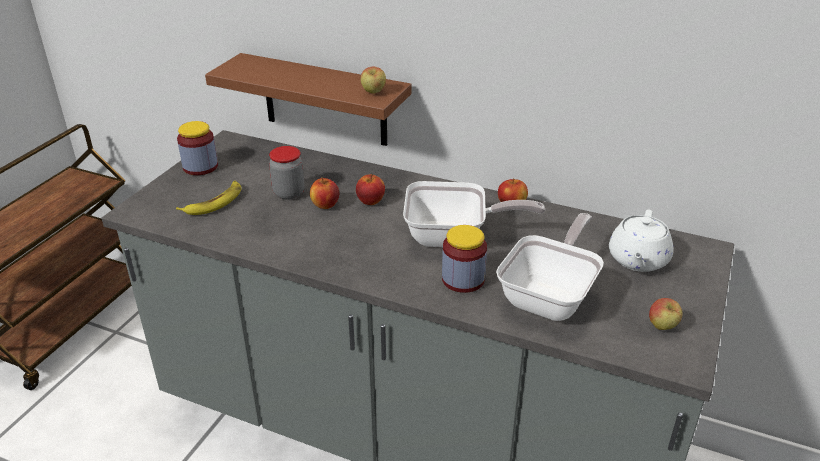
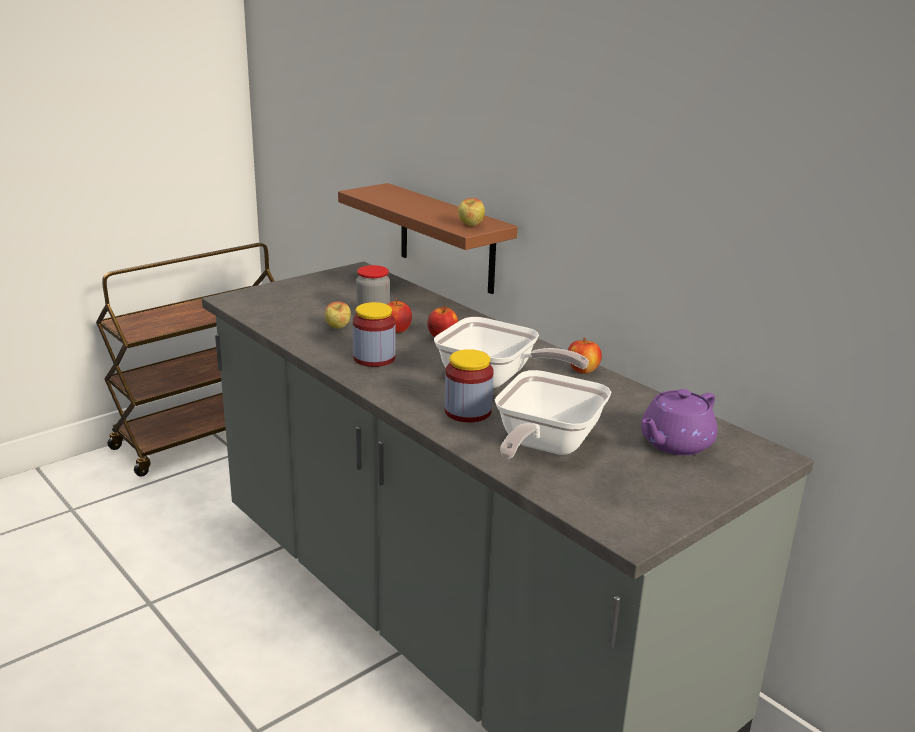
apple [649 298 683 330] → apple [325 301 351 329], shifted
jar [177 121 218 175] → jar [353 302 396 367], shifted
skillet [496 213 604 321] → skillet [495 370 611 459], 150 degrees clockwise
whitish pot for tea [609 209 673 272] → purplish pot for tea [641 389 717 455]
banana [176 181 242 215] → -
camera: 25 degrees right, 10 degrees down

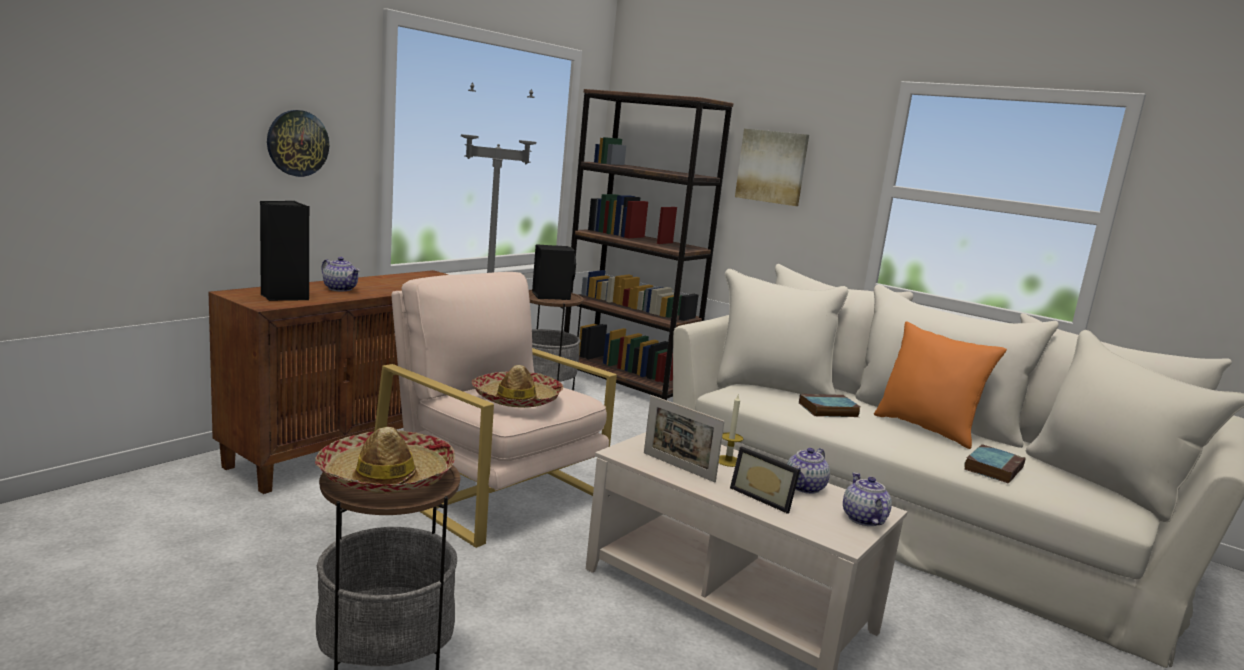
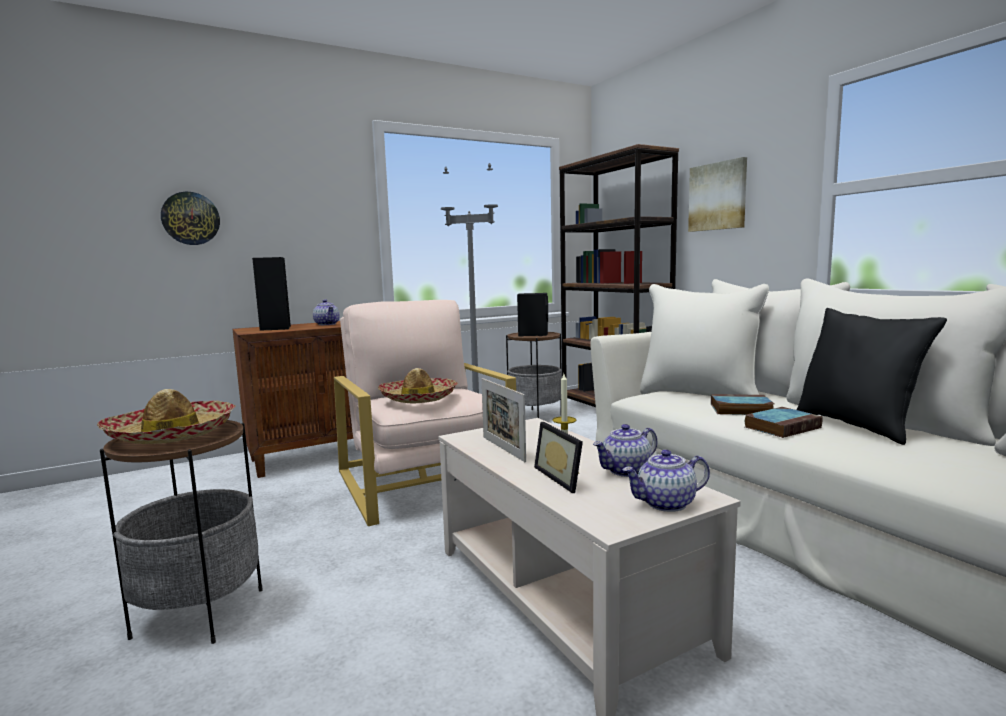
clock on the wall [267 110 329 177] → clock on the wall [161 192 220 245], shifted
pot for tea [843 472 892 526] → pot for tea [622 450 710 512], 120 degrees counterclockwise
volume [964 444 1026 484] → volume [745 407 823 438], shifted
orangey throw pillow [874 321 1007 449] → blackish throw pillow [796 308 947 445]
camera: 25 degrees right, 5 degrees down

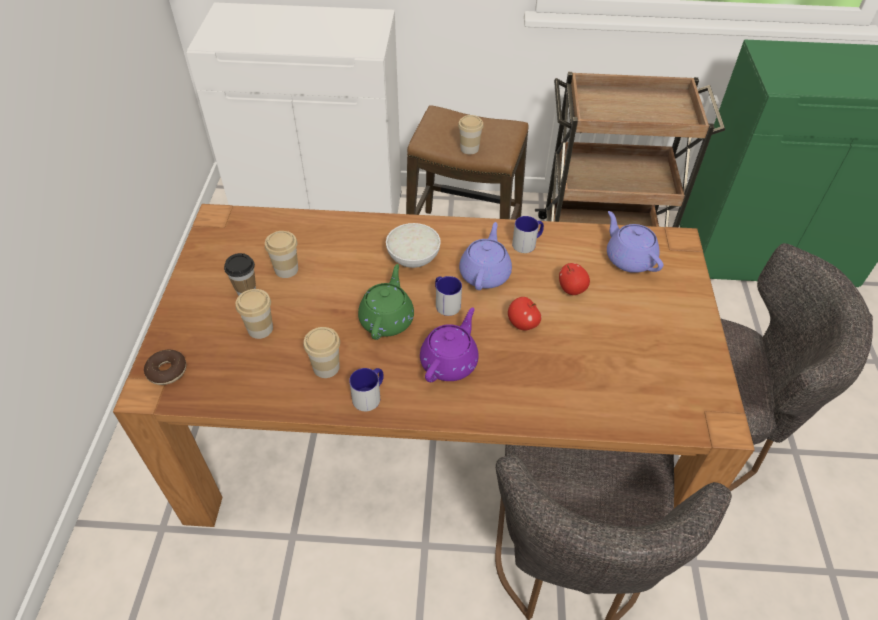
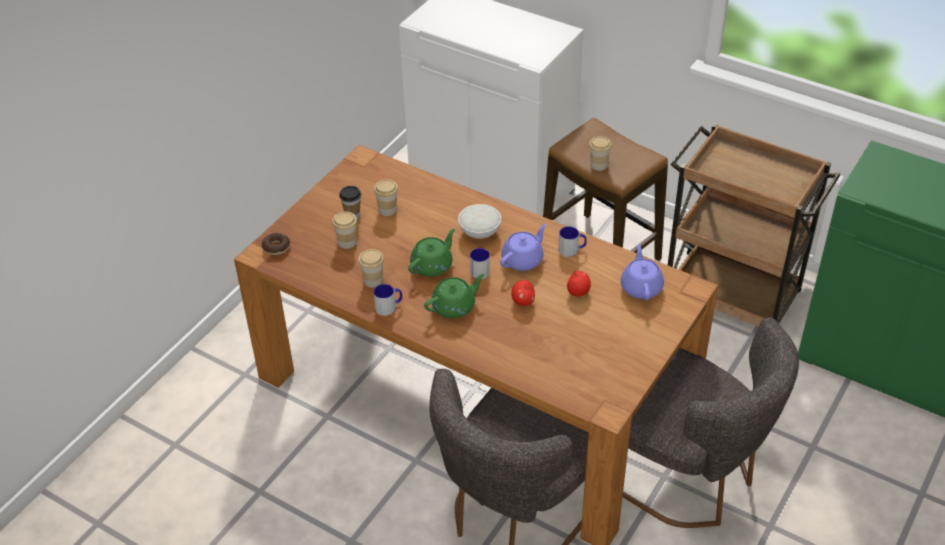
purplish pot for tea [420 308 479 382] → greenish pot for tea [424 274 485 318]
camera: 30 degrees right, 5 degrees down

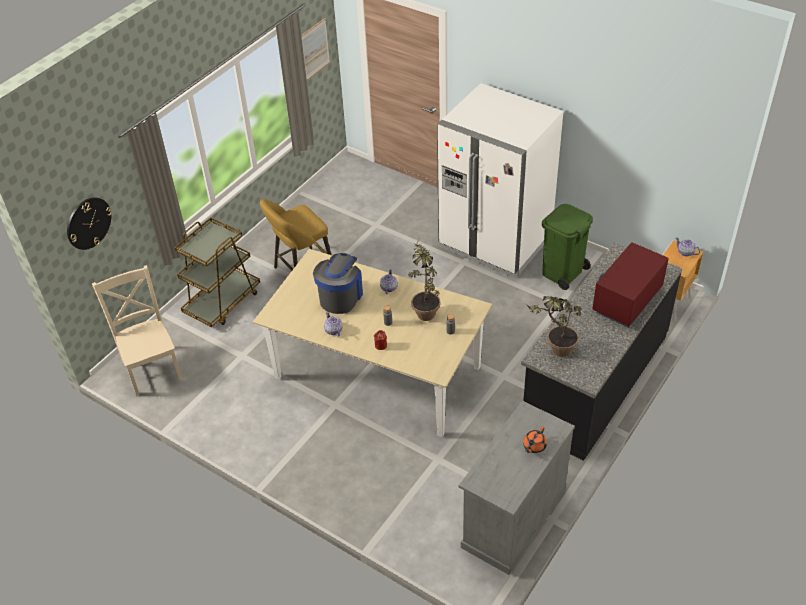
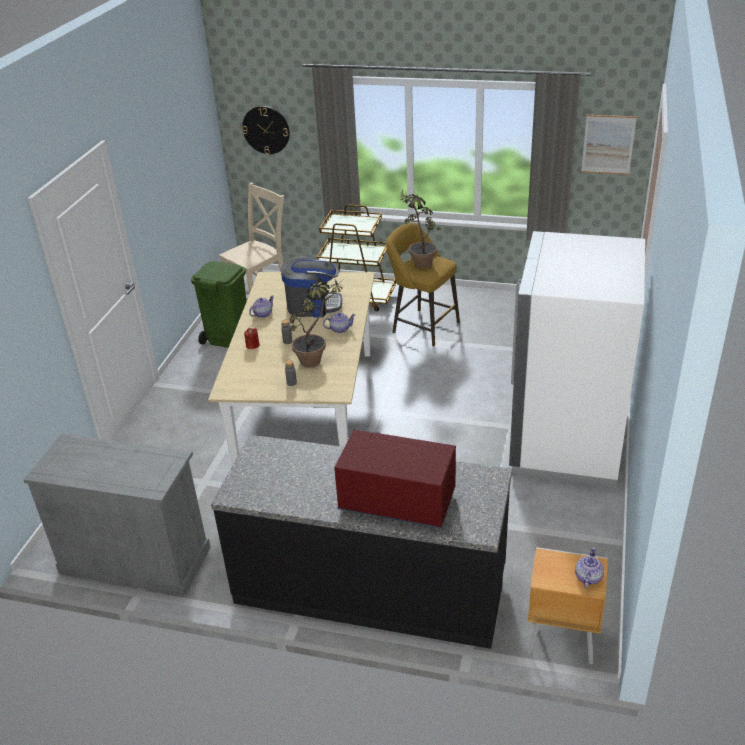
greenish waste bin [542 204 593 290] → greenish waste bin [191 261 247 348], shifted
houseplant [526 296 582 357] → houseplant [400 189 441 269], shifted
orangey pot for tea [523 427 547 453] → -
camera: 70 degrees right, 10 degrees down

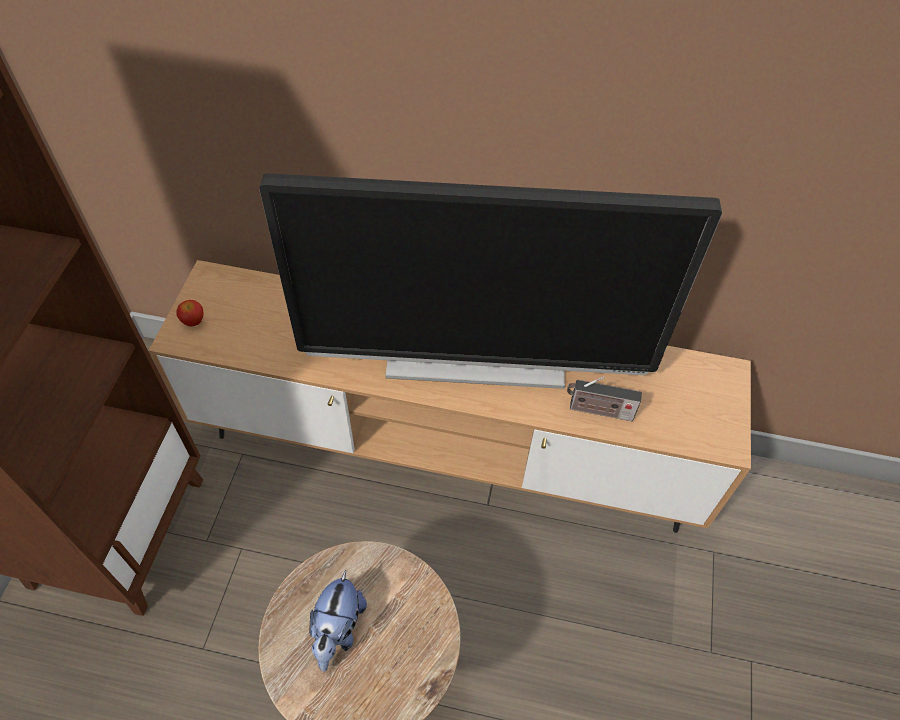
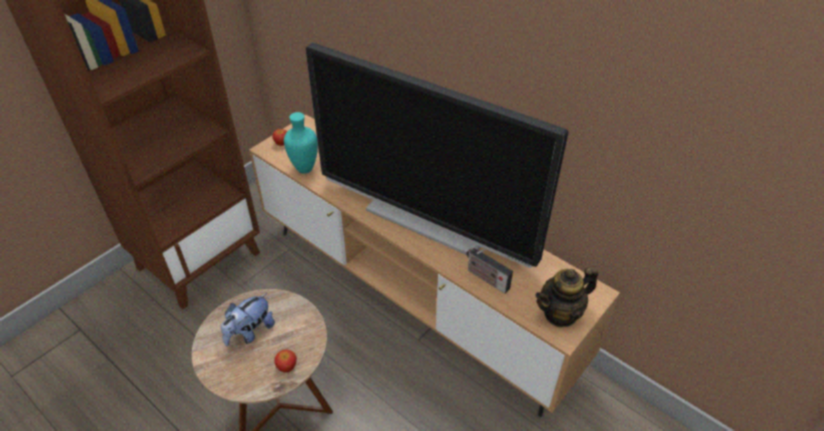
- → apple [274 349 297 372]
- → blue-green flower vase [284 112 318 174]
- → pot for tea [535 266 598 327]
camera: 30 degrees right, 10 degrees down

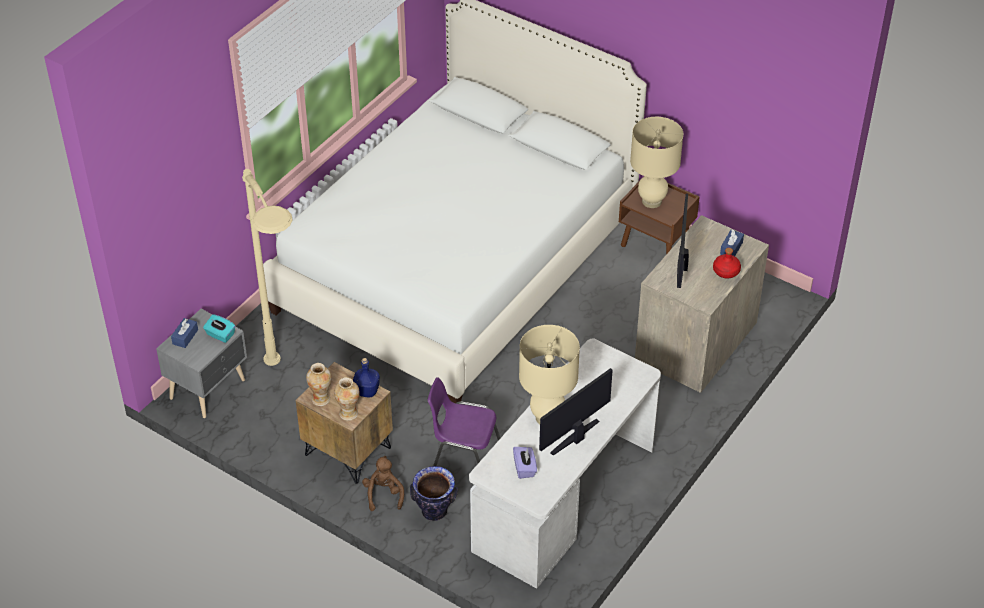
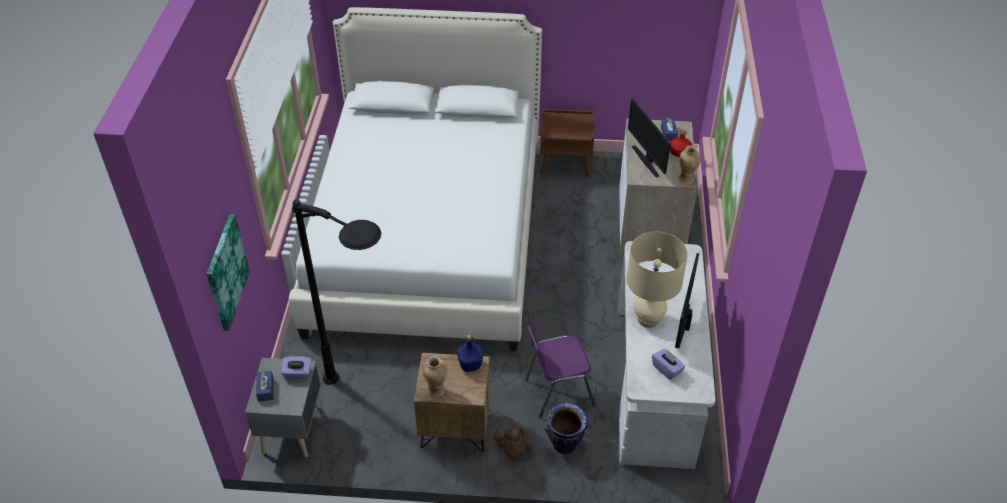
- → wall picture [207 214 250 331]
blue-green tissue holder [203 314 236 343] → purplish tissue holder [281 356 312 379]
beige floor lamp [242 169 293 366] → blackish floor lamp [292 199 381 385]
brown-coloured soft toy [362 456 404 511] → brown-coloured soft toy [493 427 534 459], 150 degrees counterclockwise
flower vase [334 377 360 421] → flower vase [678 145 701 184], shifted
beige lamp for a table [630 117 684 208] → -
camera: 30 degrees left, 0 degrees up

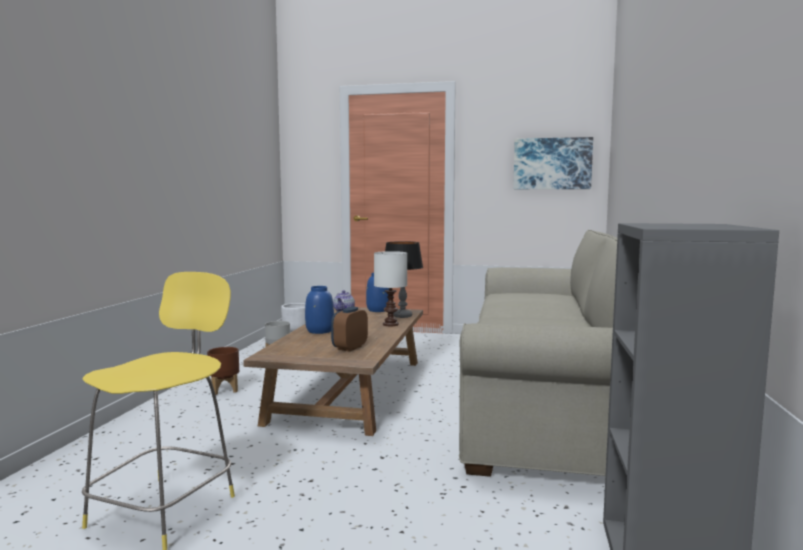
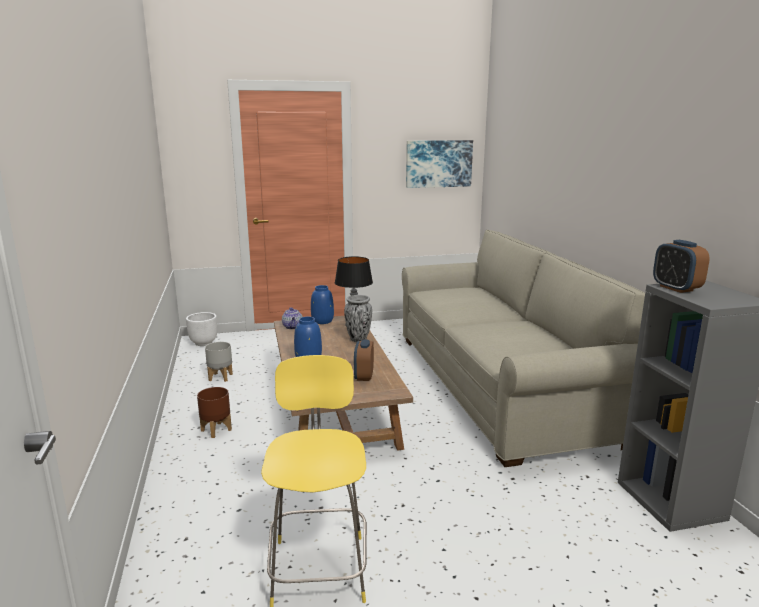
whitish lamp for a table [374 251 407 326] → flower vase [344 295 372 342]
- → alarm clock [653 240 710 293]
camera: 25 degrees left, 10 degrees up

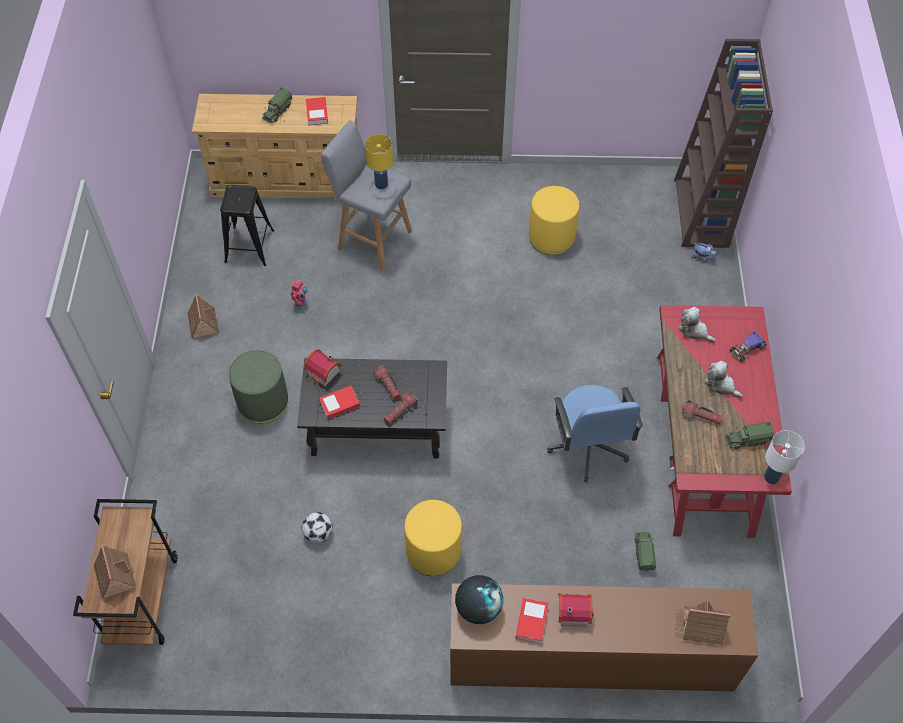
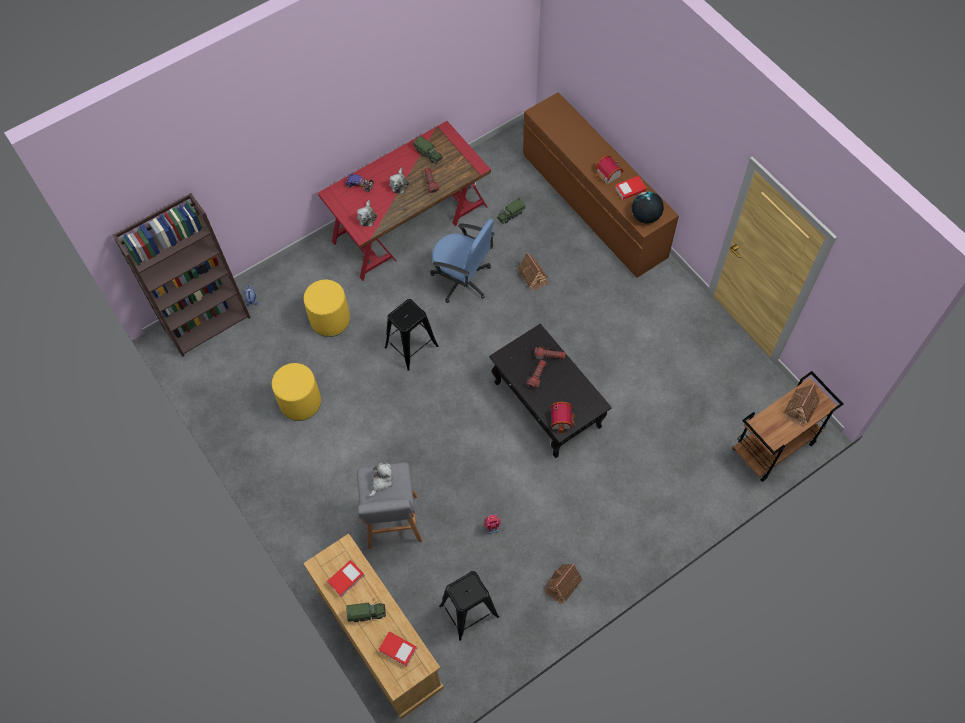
yellow-coloured pouffe [405 500 462 576] → yellow-coloured pouffe [304 280 350 337], shifted
yellow-coloured lamp for a table [365 134 393 189] → soft toy [369 462 393 497]
volume [319 386 360 419] → volume [378 632 417 667], shifted
- → blackish sitting stool [385 299 438 371]
blue-coloured office chair [547 385 643 483] → blue-coloured office chair [430 219 495 303], 75 degrees clockwise
toy house [675 601 731 645] → toy house [517 252 549 291], shifted
greenish pouffe [229 350 288 423] → -
football ball [302 512 333 543] → -
whitish lamp for a table [764 430 805 484] → -
camera: 125 degrees left, 5 degrees up

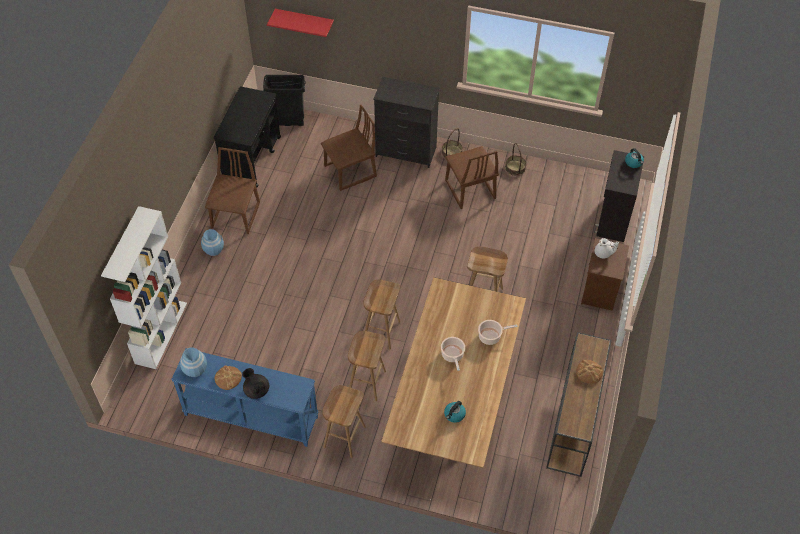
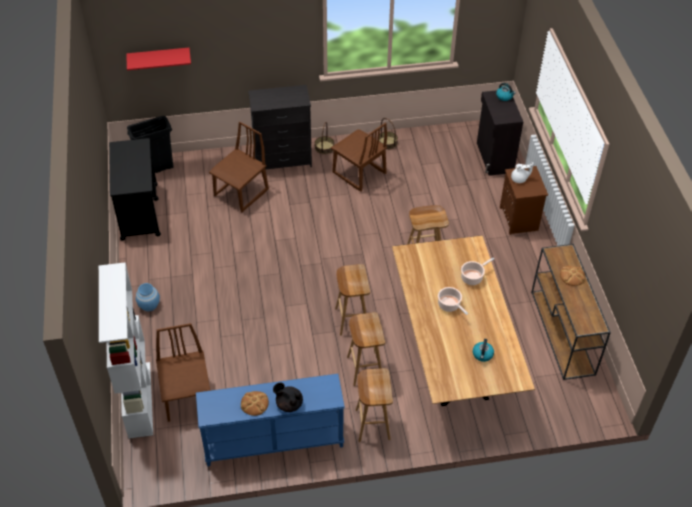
brown-coloured plain chair [205 147 260 234] → brown-coloured plain chair [156 323 210 422], shifted
blue-coloured flower vase [180 347 207 377] → -
camera: 25 degrees left, 5 degrees down

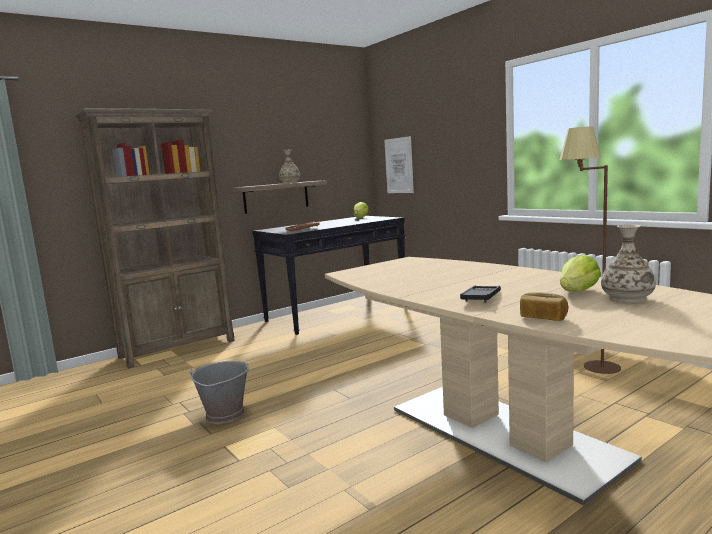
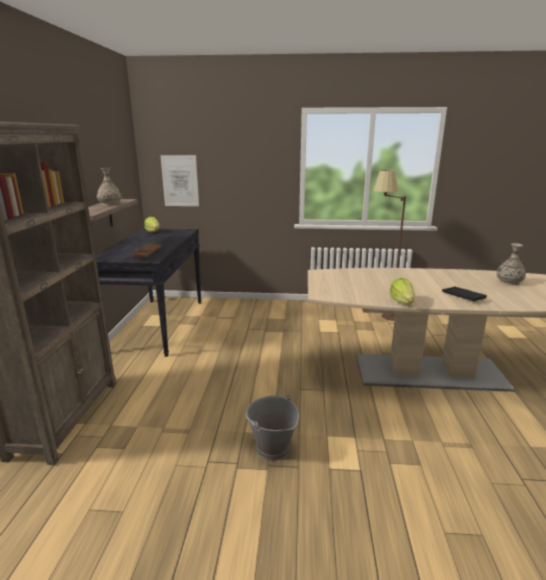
head of lettuce [560 255 601 292] → head of lettuce [390 278 415 304], shifted
bread [520 292 568 321] → -
camera: 50 degrees left, 10 degrees up

